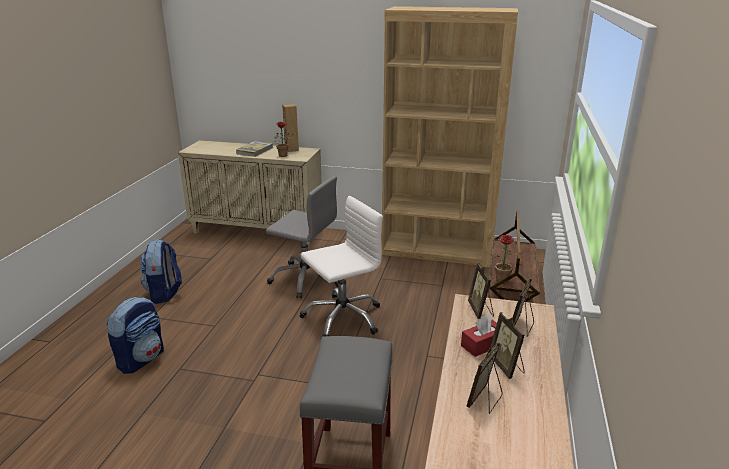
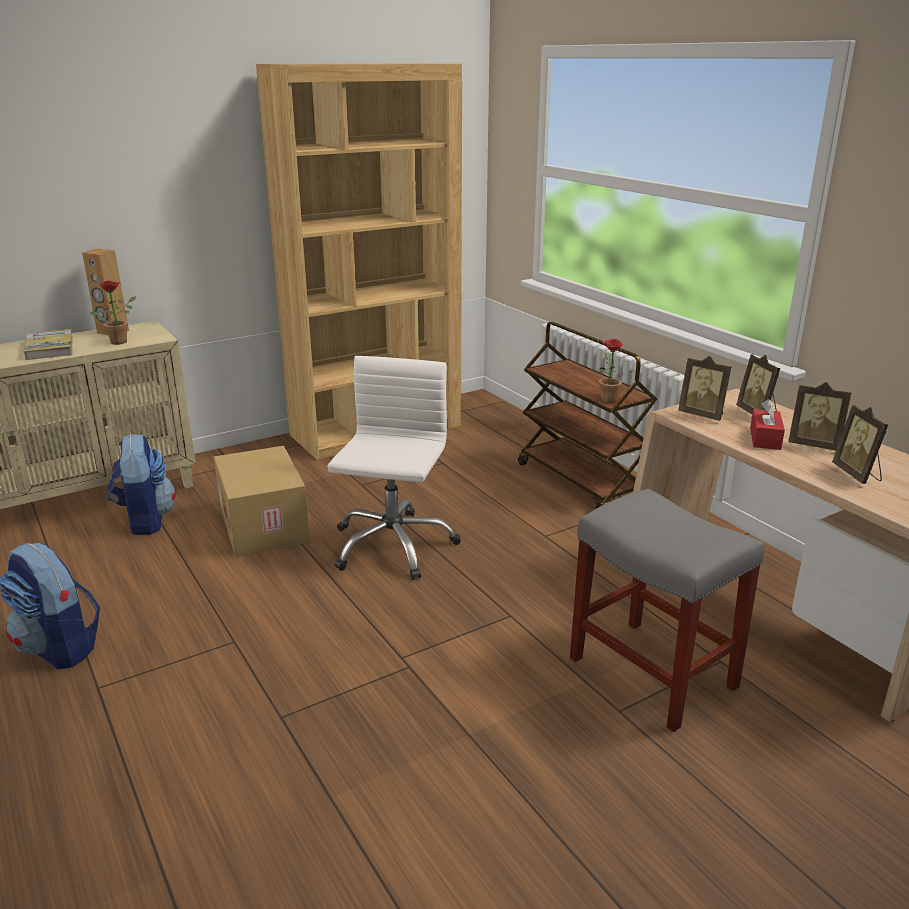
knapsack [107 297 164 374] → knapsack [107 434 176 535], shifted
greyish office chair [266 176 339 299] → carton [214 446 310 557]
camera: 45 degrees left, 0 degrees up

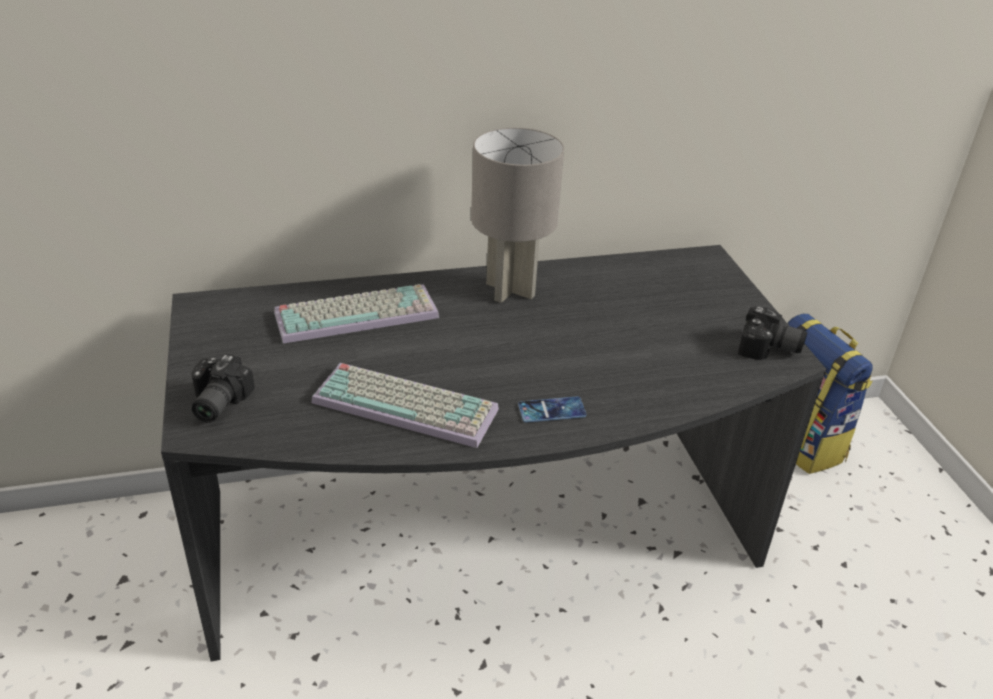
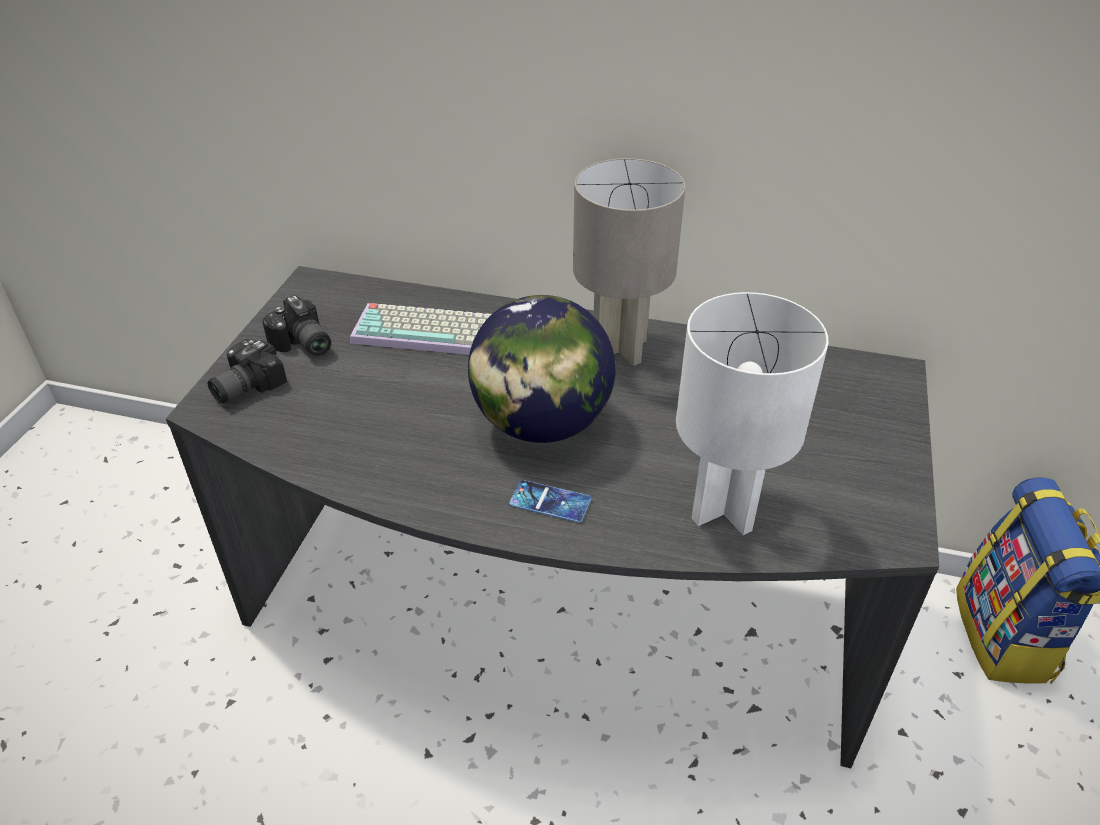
still camera [738 306 807 360] → still camera [262 295 331 356], shifted
- → globe [468 295 616 443]
- → whitish lamp for a table [676 292 829 535]
computer keyboard [311 363 499 448] → -
camera: 30 degrees right, 5 degrees up

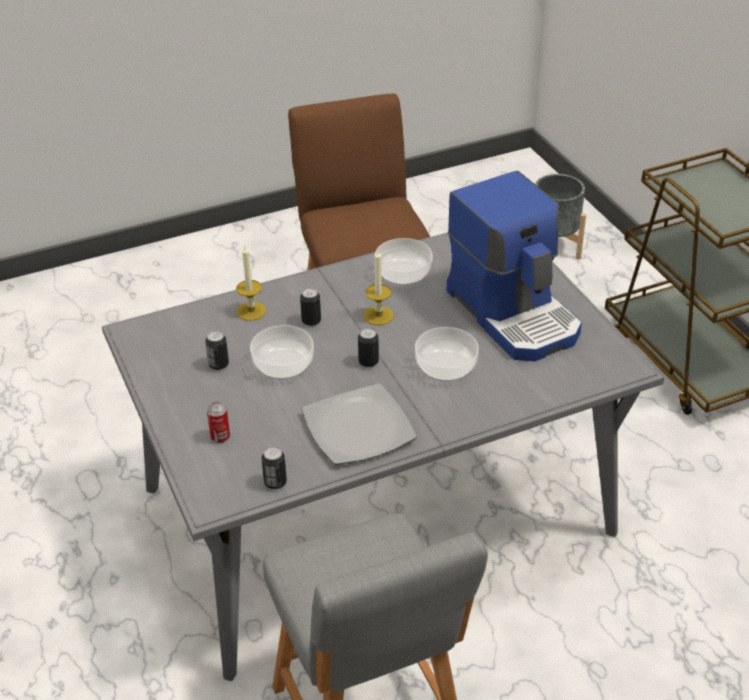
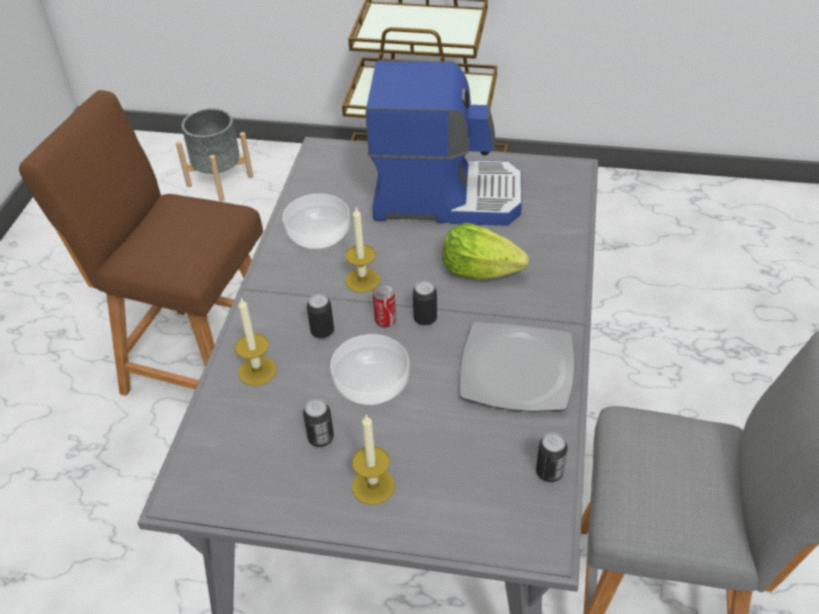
- → wax light [352 415 395 505]
metal can [207 402 230 443] → metal can [373 283 396 328], shifted
deep dish [415 327 479 382] → head of lettuce [442 223 529 279]
camera: 55 degrees left, 5 degrees up

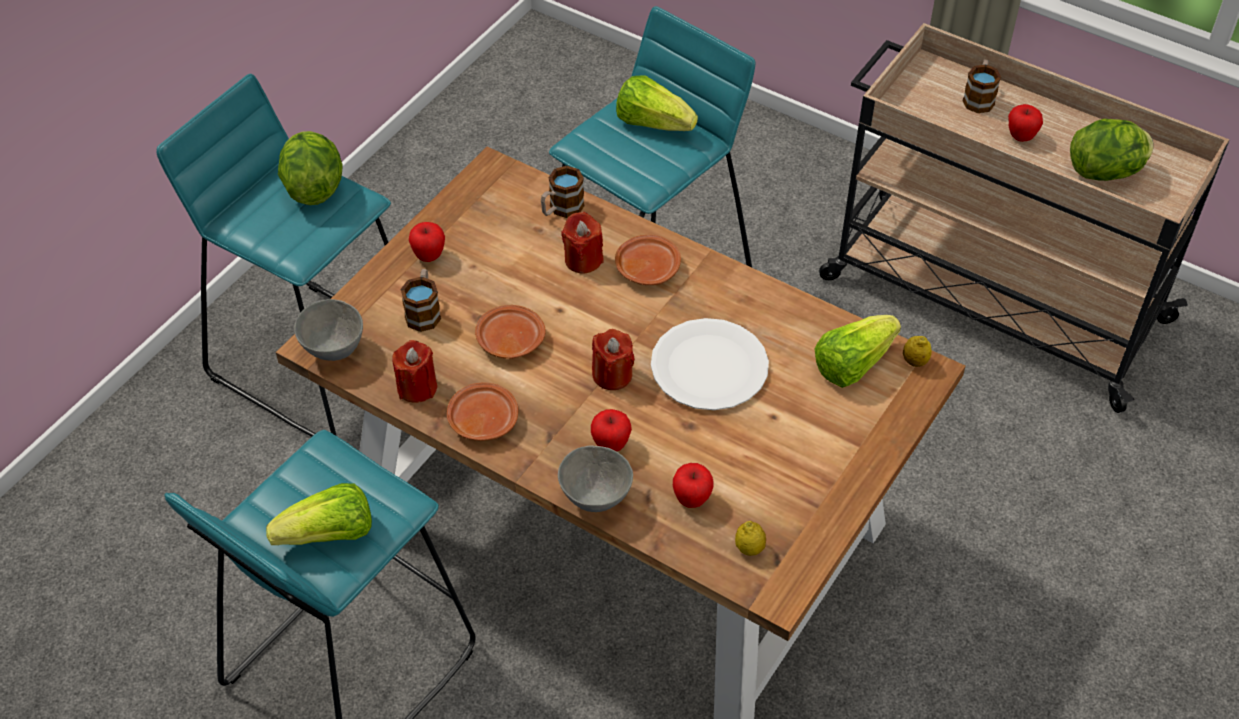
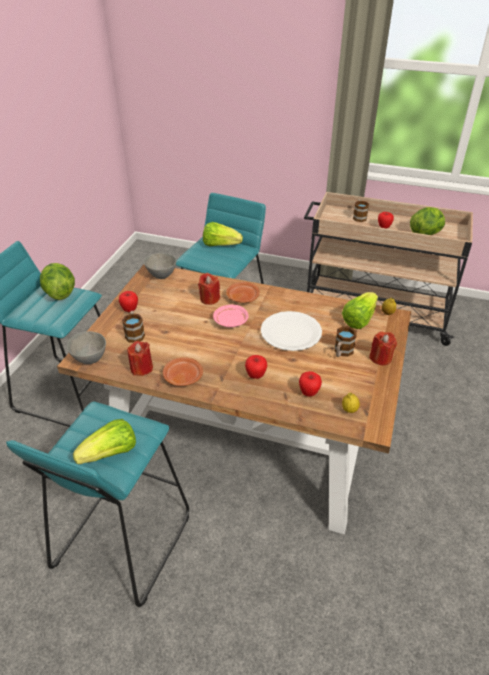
greyish deep dish [558 445 633 512] → greyish deep dish [144 253 176 279], shifted
- → pink plate [213 305 249 327]
mug [541 166 584 218] → mug [334 326 356 357], shifted
reddish wax light [592 329 635 390] → reddish wax light [369 331 397 365], shifted
brown-coloured plate [475 305 546 359] → -
camera: 15 degrees left, 10 degrees down

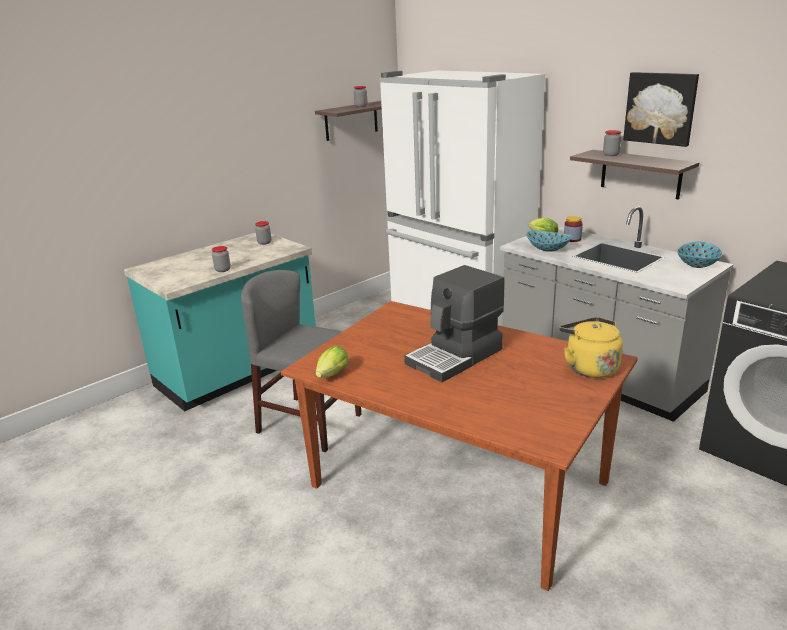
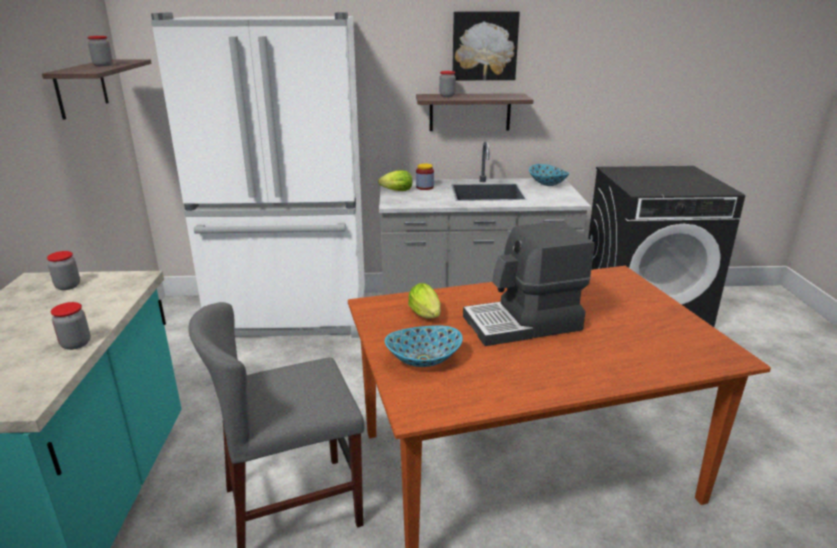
deep dish [526 230 573 252] → deep dish [385 325 463 367], shifted
head of lettuce [316 345 349 378] → head of lettuce [408 283 441 318], shifted
coffee machine [404 265 505 382] → coffee machine [463 221 594 346], 75 degrees clockwise
yellow-coloured tea kettle [559 317 623 378] → -
camera: 50 degrees left, 0 degrees up

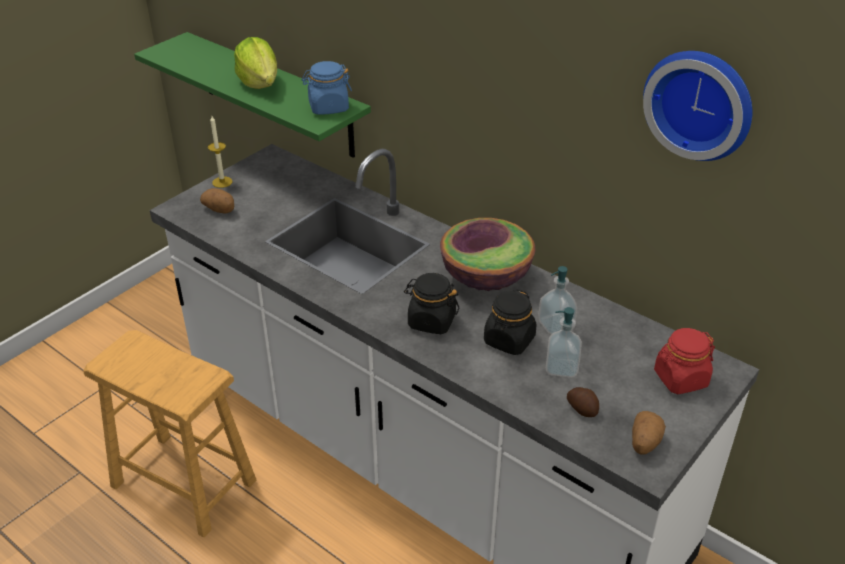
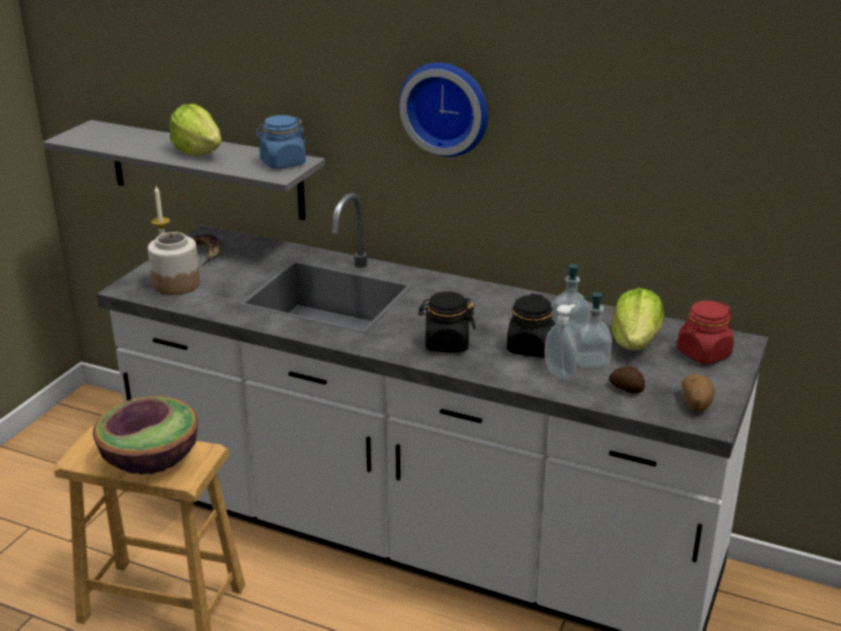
greenish bracket shelf [134 32 371 158] → greyish bracket shelf [43 120 325 220]
deep dish [440 218 535 291] → deep dish [93 396 198 475], shifted
potato [200 188 234 213] → jar [148 232 200 295]
- → banana [191 234 222 266]
clock on the wall [643 51 752 161] → clock on the wall [399 63 488 157], shifted
- → soap dispenser [545 304 577 380]
- → head of lettuce [611 288 664 351]
camera: 15 degrees left, 10 degrees down

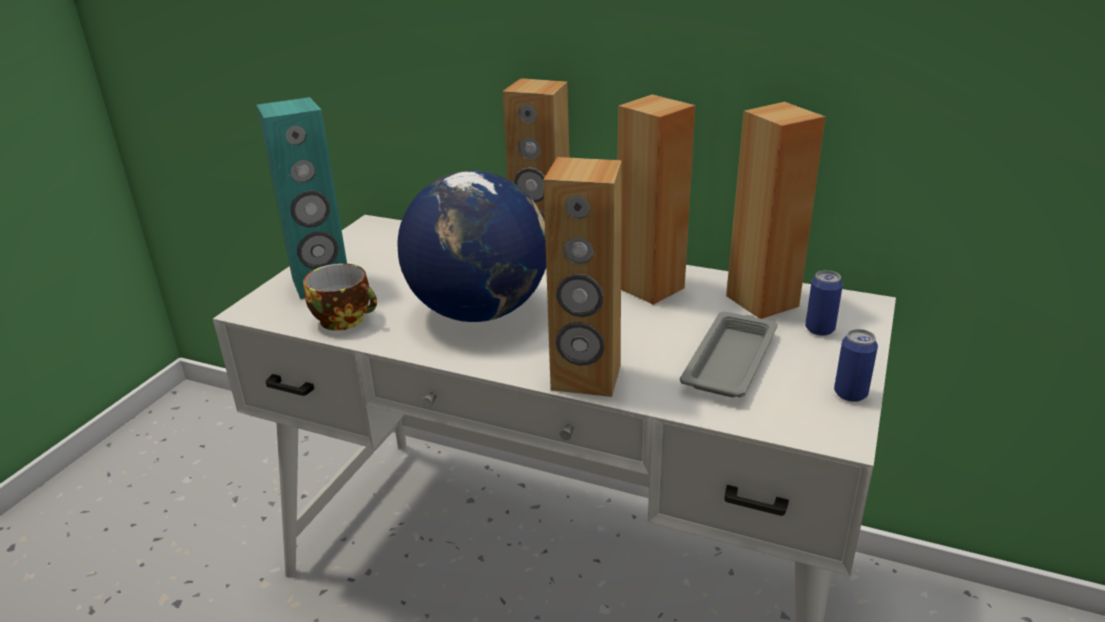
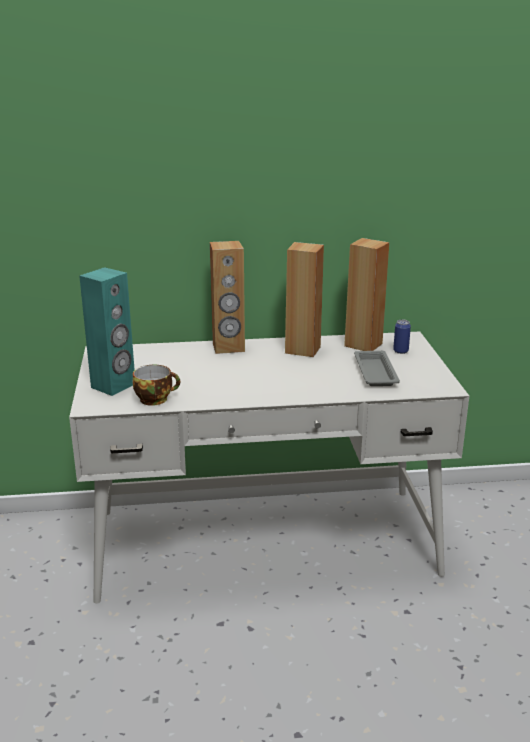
globe [397 171 546 322] → -
brown-coloured audio speaker [543 157 622 397] → -
metal can [834 329 878 402] → -
camera: 30 degrees left, 5 degrees down

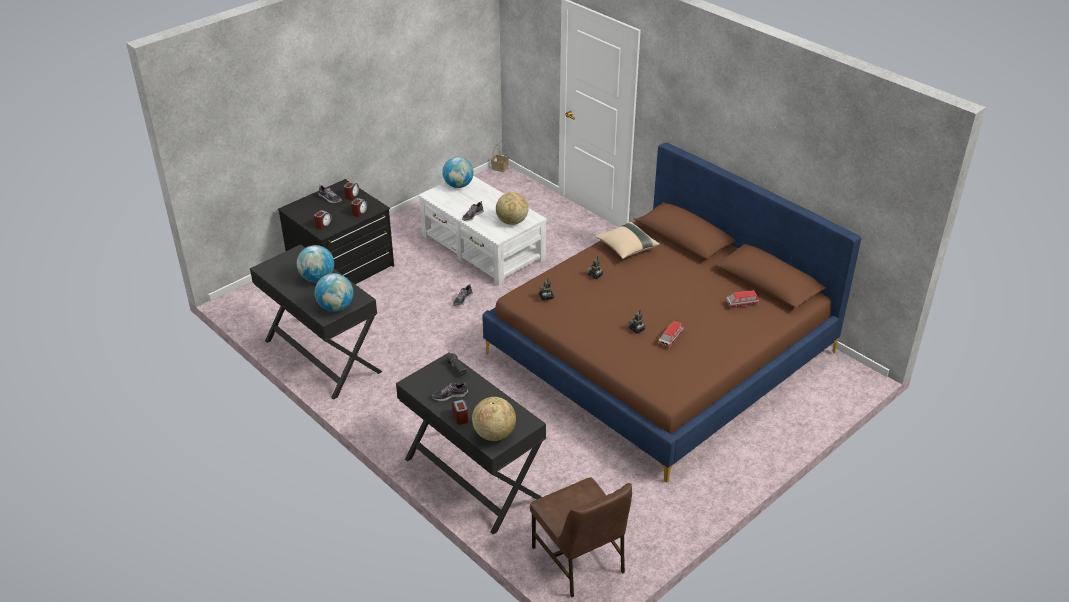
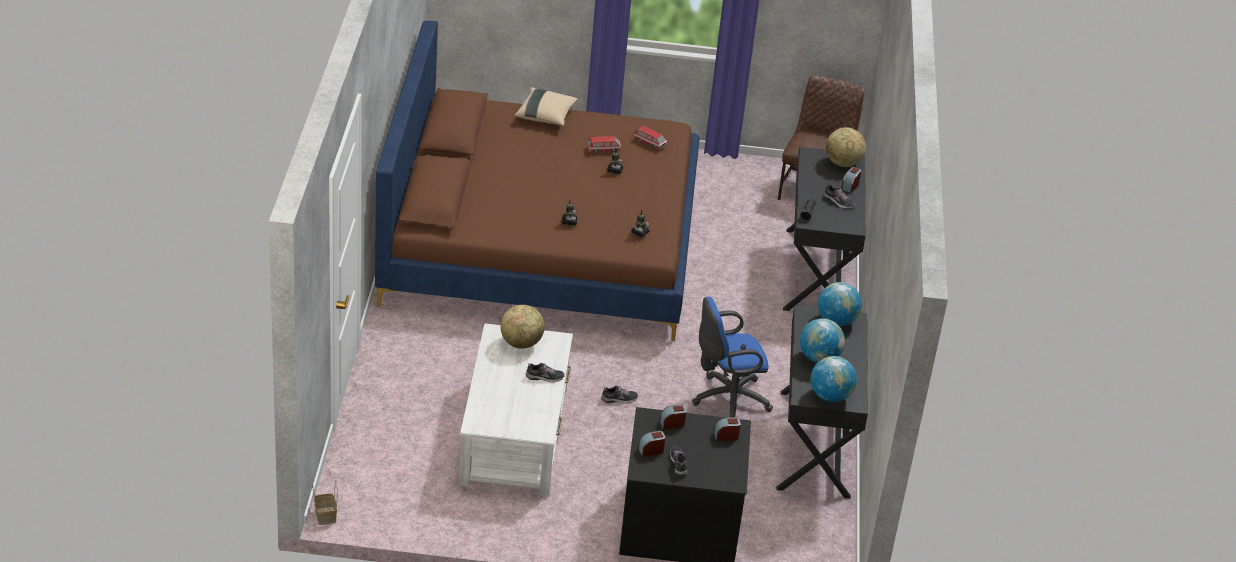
beige throw pillow [595 222 660 259] → beige throw pillow [514 87 578 126], shifted
model car [726 290 759 308] → model car [634 126 667 149], shifted
- → blue-coloured office chair [692 296 773 417]
globe [442 157 474 188] → globe [811 356 857 402], shifted
camera: 135 degrees left, 0 degrees up

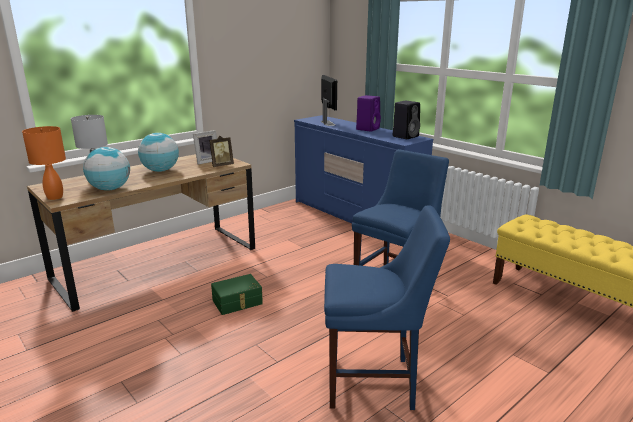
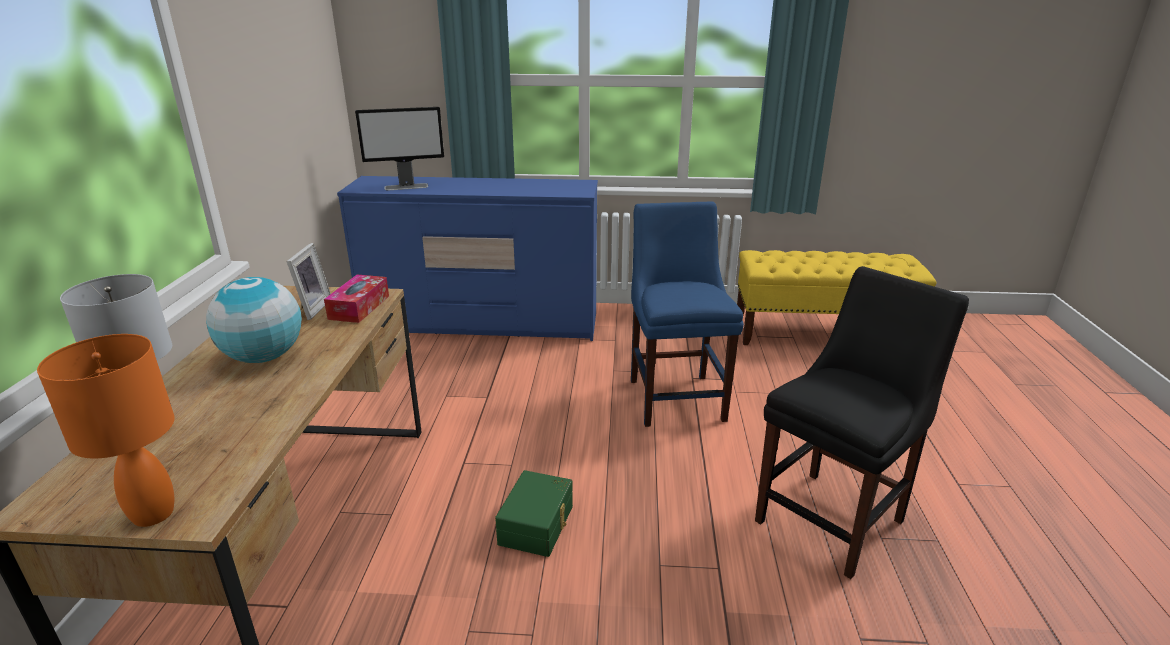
picture frame [209 136 234 167] → tissue holder [324 274 389 323]
computer screen [321 75 337 126] → computer screen [355 107 444 190], 135 degrees clockwise
blue-coloured plain chair [324 205 450 410] → blackish plain chair [755 266 969 579]
globe [83 147 130 191] → -
purplish audio speaker [356 95 381 132] → -
blackish audio speaker [393 101 420 139] → -
camera: 45 degrees left, 5 degrees up

